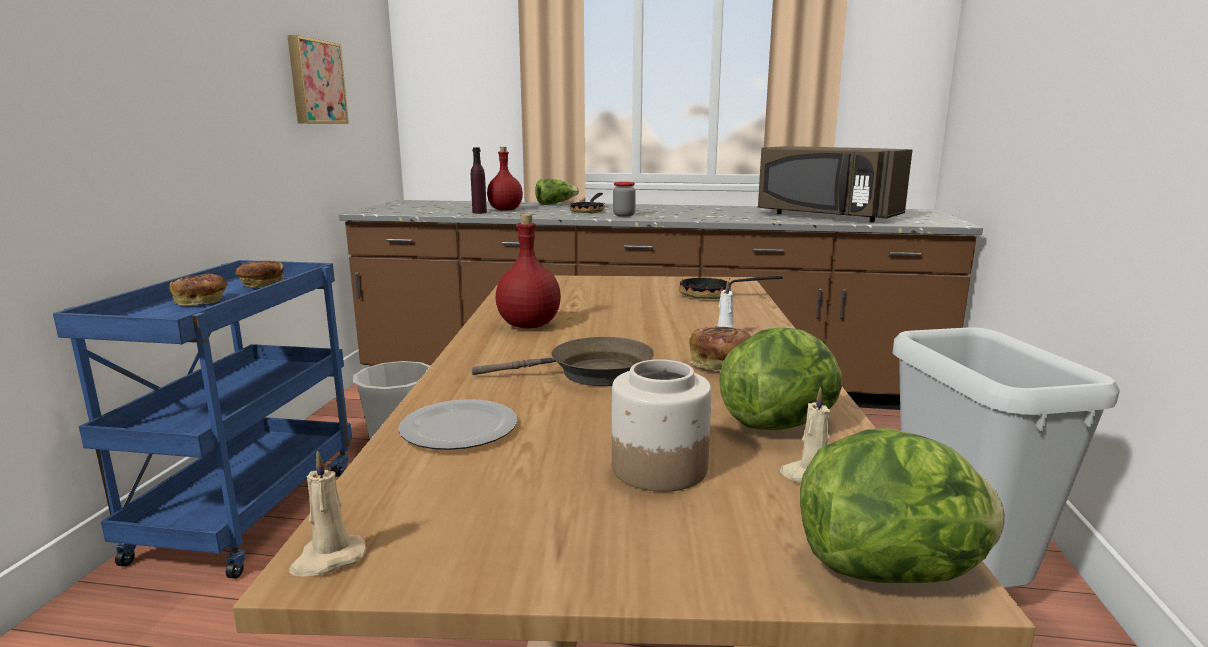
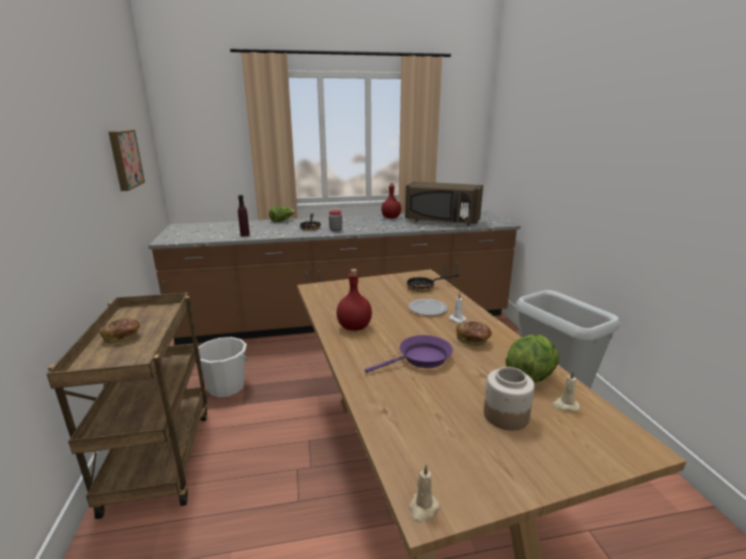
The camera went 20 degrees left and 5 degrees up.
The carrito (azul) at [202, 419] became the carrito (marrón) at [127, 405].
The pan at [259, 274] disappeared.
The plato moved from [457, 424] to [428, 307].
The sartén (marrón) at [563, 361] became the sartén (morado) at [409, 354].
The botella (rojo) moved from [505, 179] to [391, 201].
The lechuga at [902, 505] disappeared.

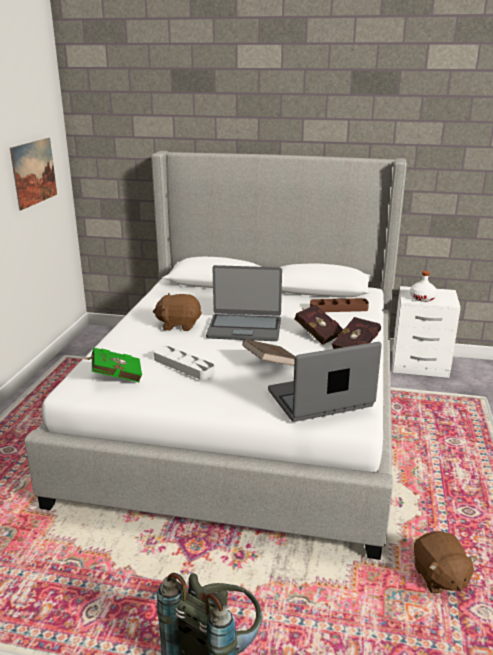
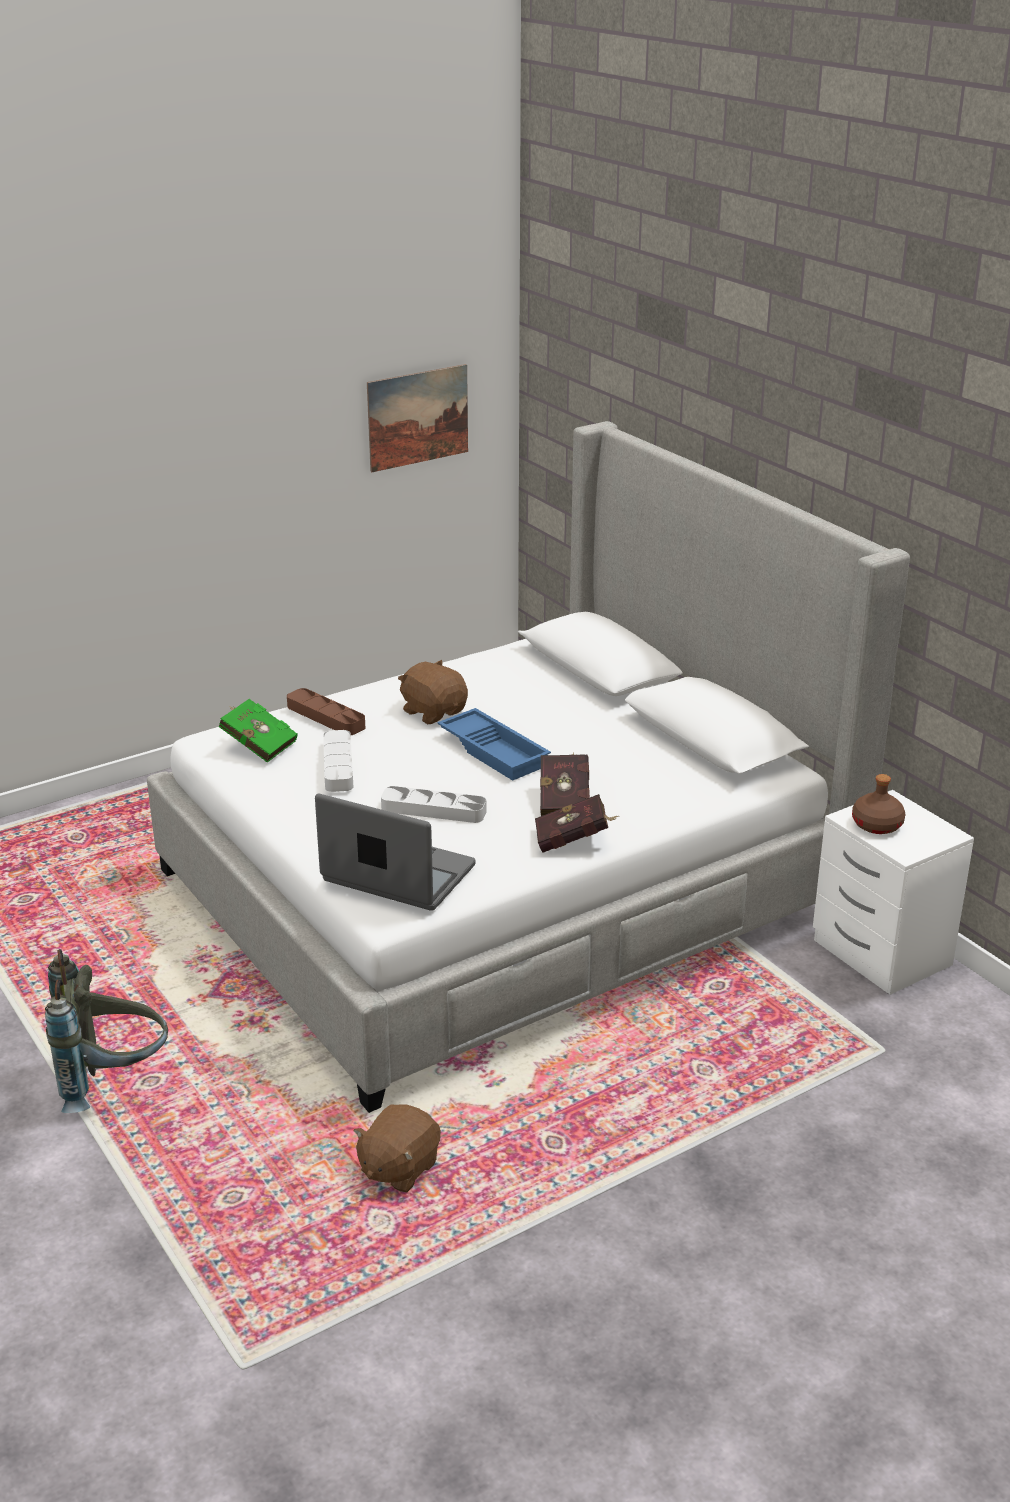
The camera went 45 degrees right and 5 degrees up.
The portátil at [244, 303] was replaced by the bandeja (azul) at [494, 744].
The libro (marrón) at [268, 352] was replaced by the bandeja (gris) at [434, 804].
The bandeja (marrón) moved from [339, 305] to [326, 711].
The botella (blanco) at [423, 286] became the botella (marrón) at [878, 804].

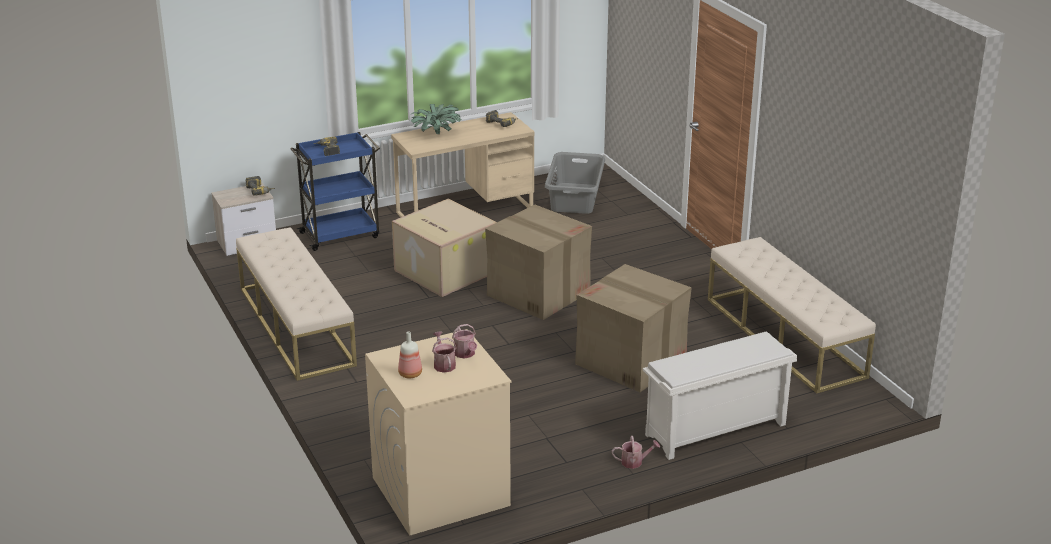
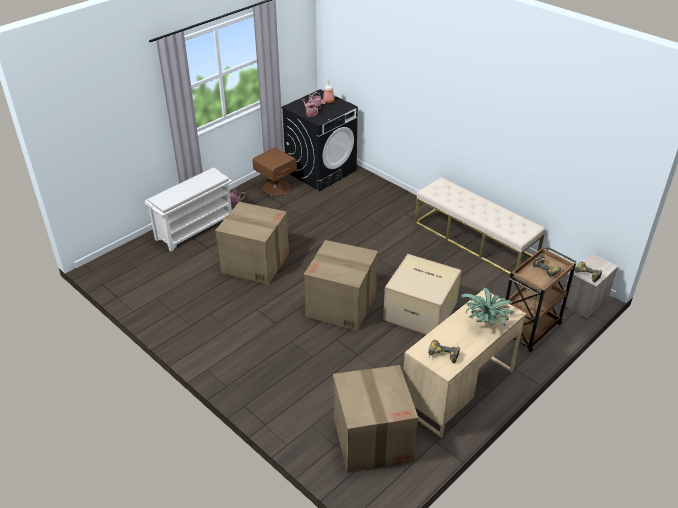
The camera went 160 degrees right and 10 degrees up.
The carrito (azul) at [335, 191] became the carrito (marrón) at [540, 299].
The lavadora (beis) at [438, 432] became the lavadora (negro) at [319, 140].
The cesto de la ropa (gris) at [575, 183] was replaced by the caja de cartón at [376, 419].
The banco (beis) at [792, 315] disappeared.
The mesita de noche (marrón) at [274, 172] appeared.

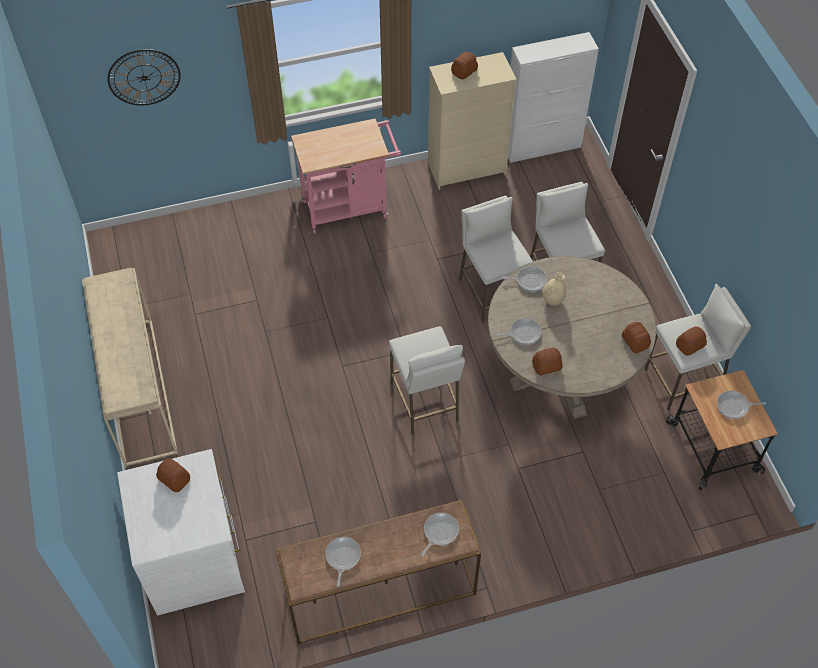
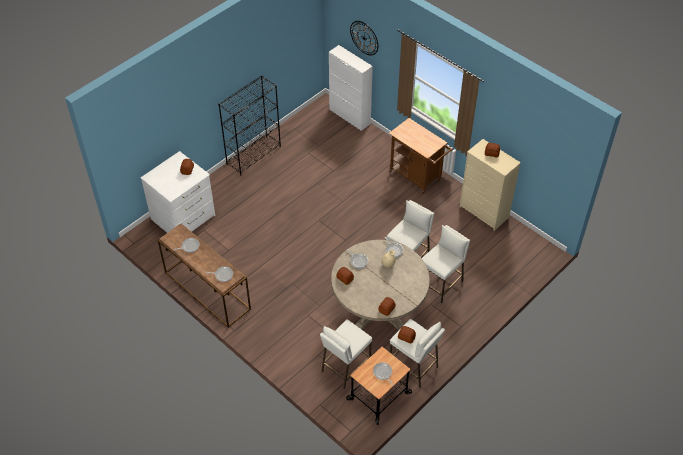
The camera went 60 degrees right and 5 degrees down.
The mesa consola (beis) at [130, 367] was replaced by the estantería (negro) at [249, 125].
The carrito (rosa) at [346, 176] became the carrito (marrón) at [421, 156].
The taburete (blanco) moved from [427, 380] to [346, 354].
The armario (blanco) moved from [553, 97] to [351, 88].

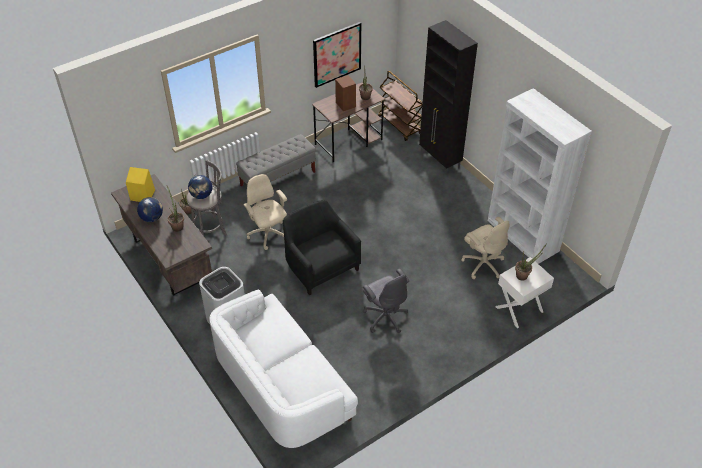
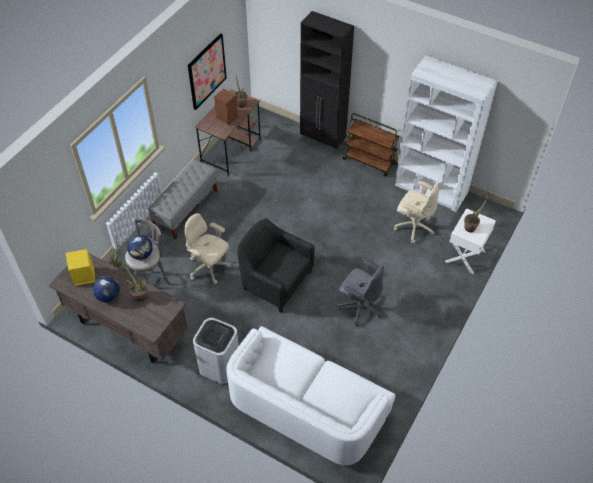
The camera went 25 degrees left and 5 degrees up.
The carrito (marrón) moved from [400, 106] to [371, 145].

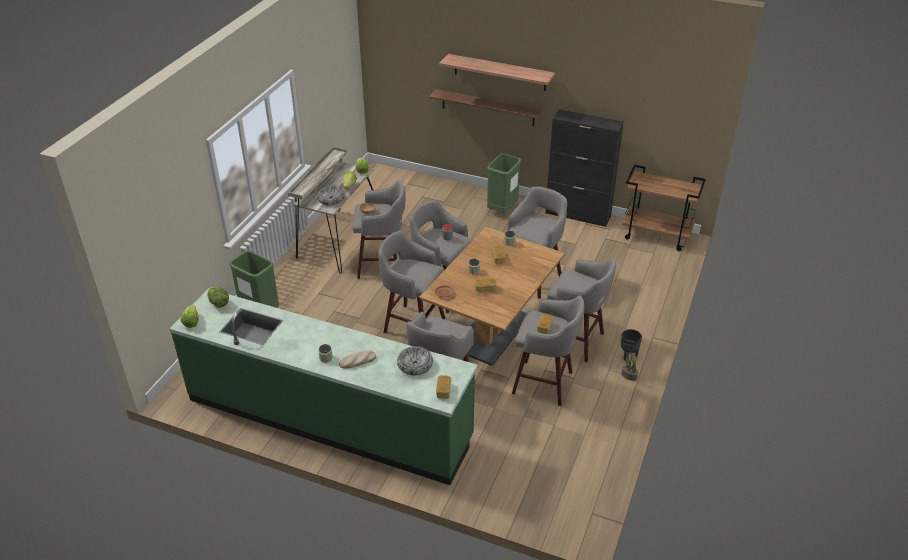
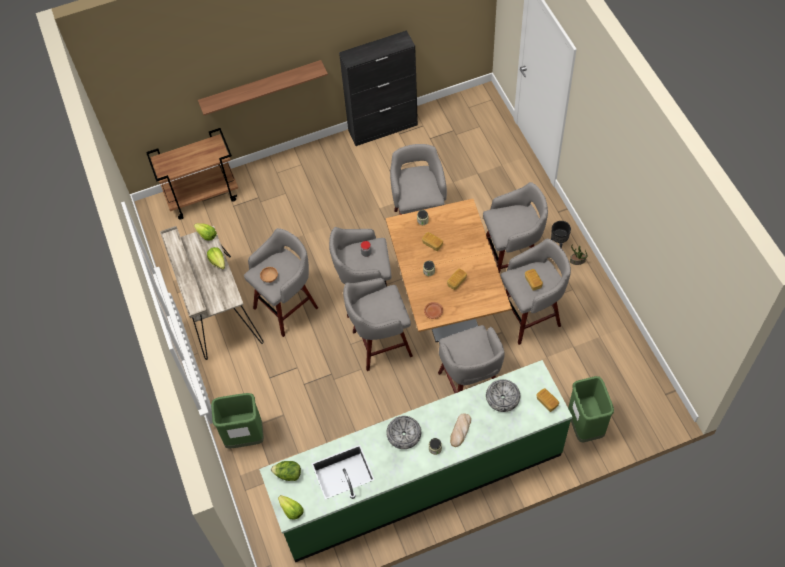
The camera went 40 degrees left and 20 degrees up.
The cuenco moved from [331, 195] to [403, 432].
The estante at [497, 72] disappeared.
The papelera (verde) moved from [504, 183] to [591, 409].
The carrito (marrón) moved from [664, 208] to [192, 174].

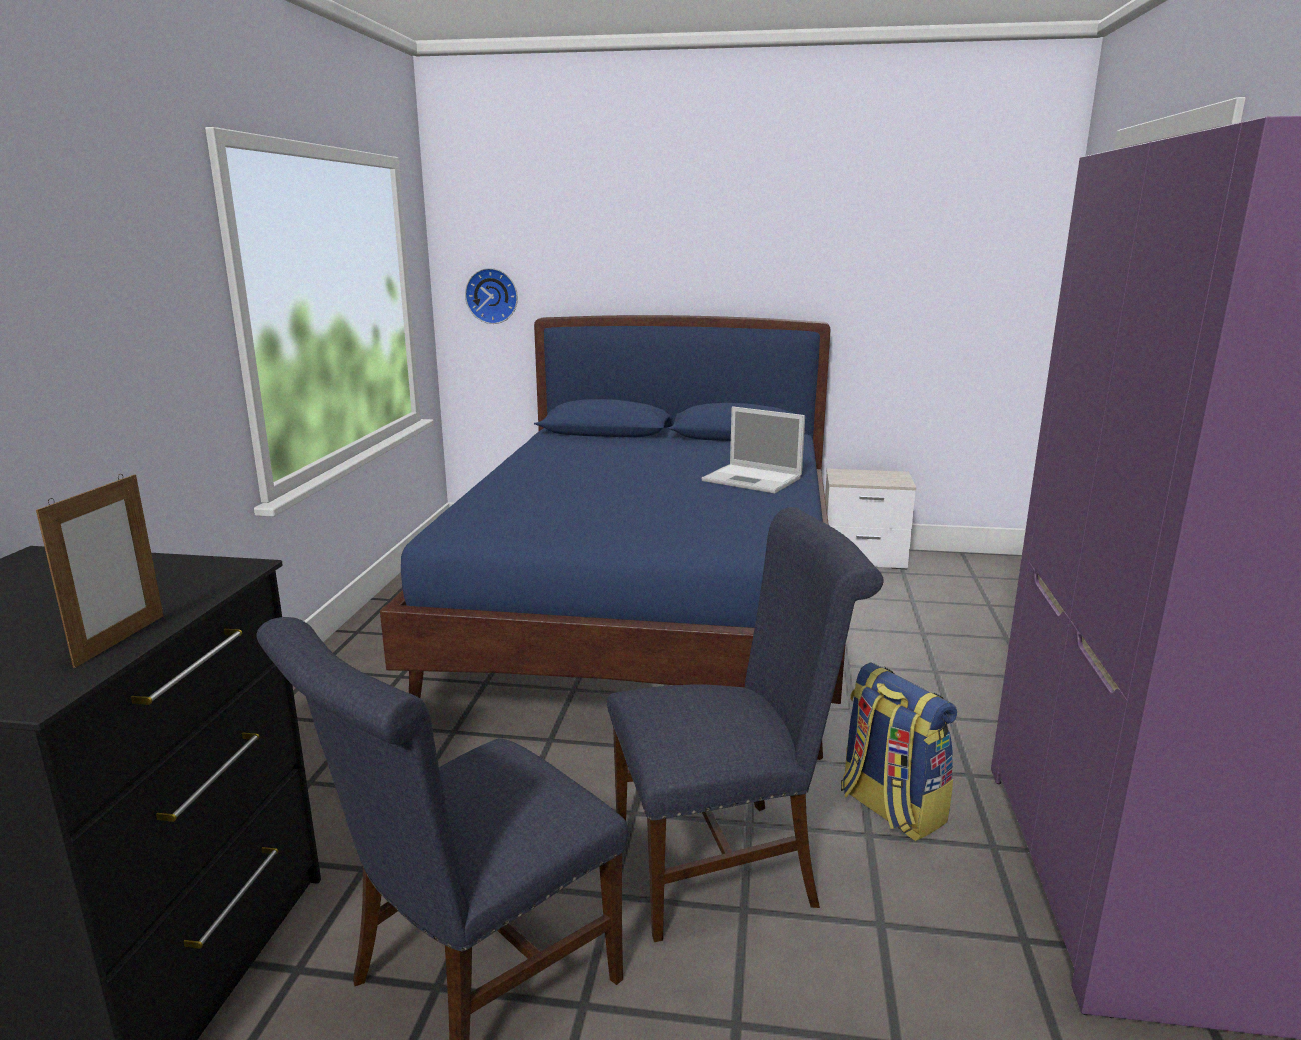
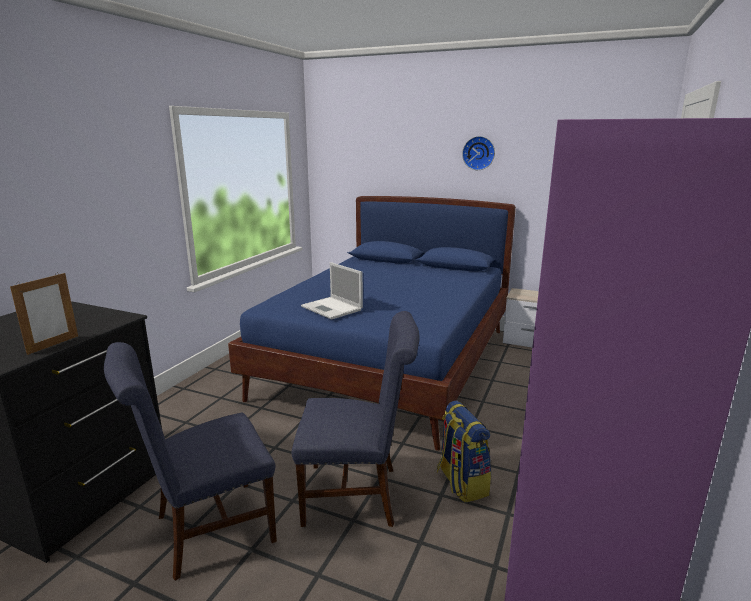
The camera went 15 degrees right and 0 degrees up.
The reloj de pared moved from [491, 296] to [478, 153].
The portátil moved from [753, 450] to [332, 291].

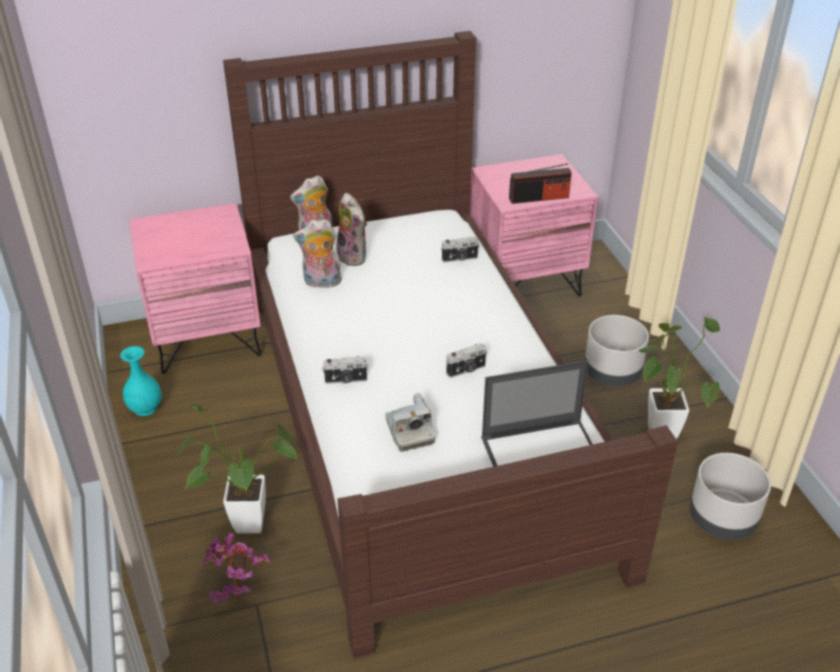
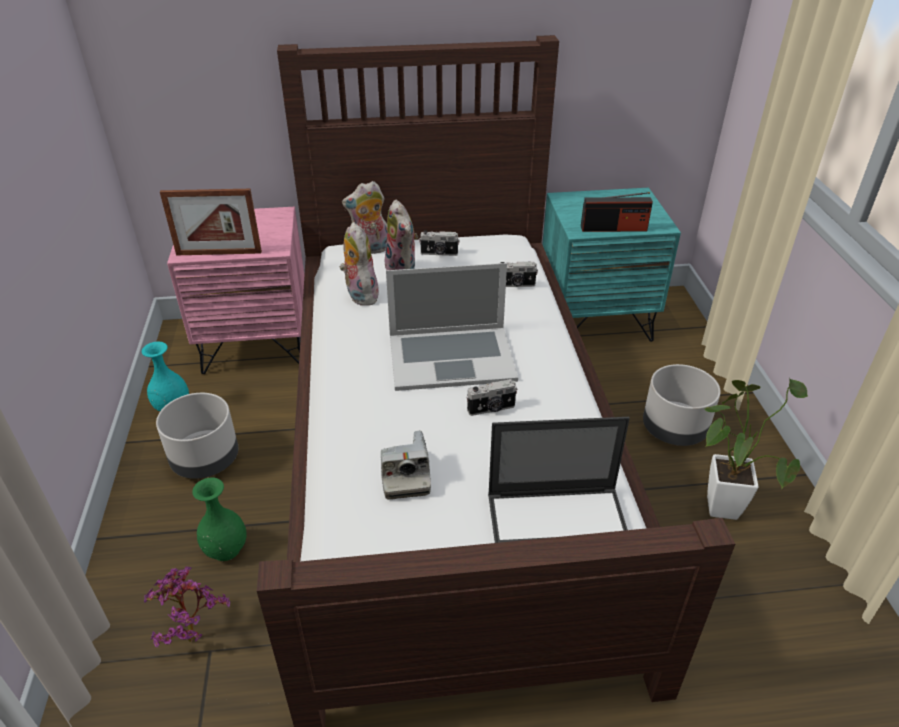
The camera went 10 degrees right and 0 degrees up.
The planta en maceta at [236, 468] was replaced by the florero (verde) at [219, 519].
The peluche at [318, 253] turned 60 degrees clockwise.
The cámara moved from [345, 370] to [439, 243].
The mesita de noche (rosa) at [534, 225] became the mesita de noche (turquesa) at [611, 265].
The maceta (gris) moved from [730, 496] to [197, 436].
The portarretratos at [211, 222] appeared.
The portátil at [452, 327] appeared.

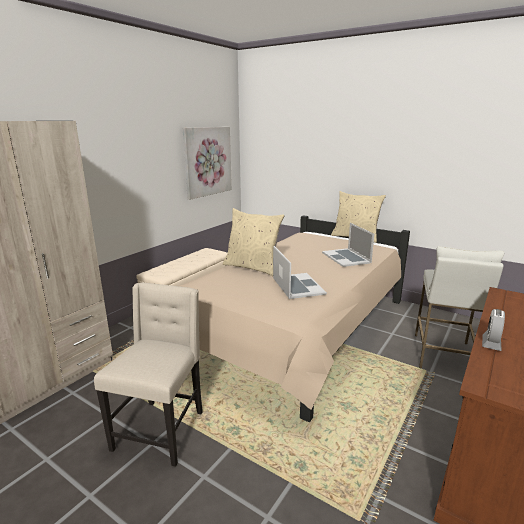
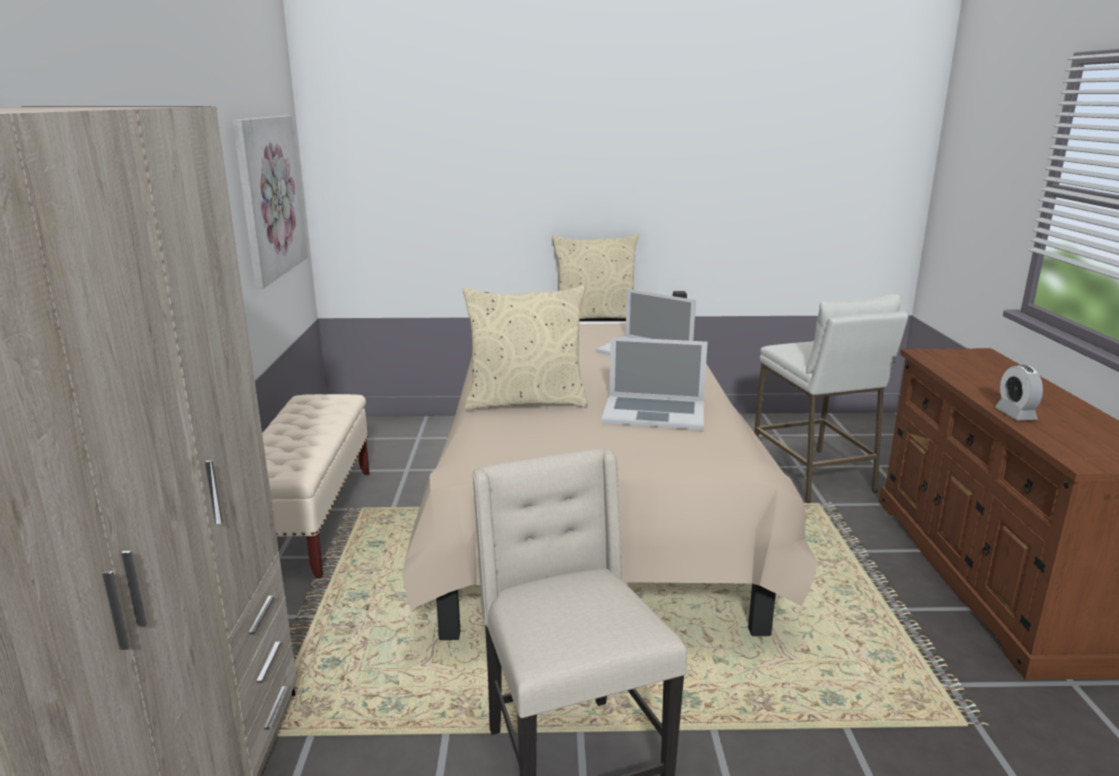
The camera went 35 degrees left and 0 degrees up.
The portátil at [300, 272] turned 150 degrees clockwise.

